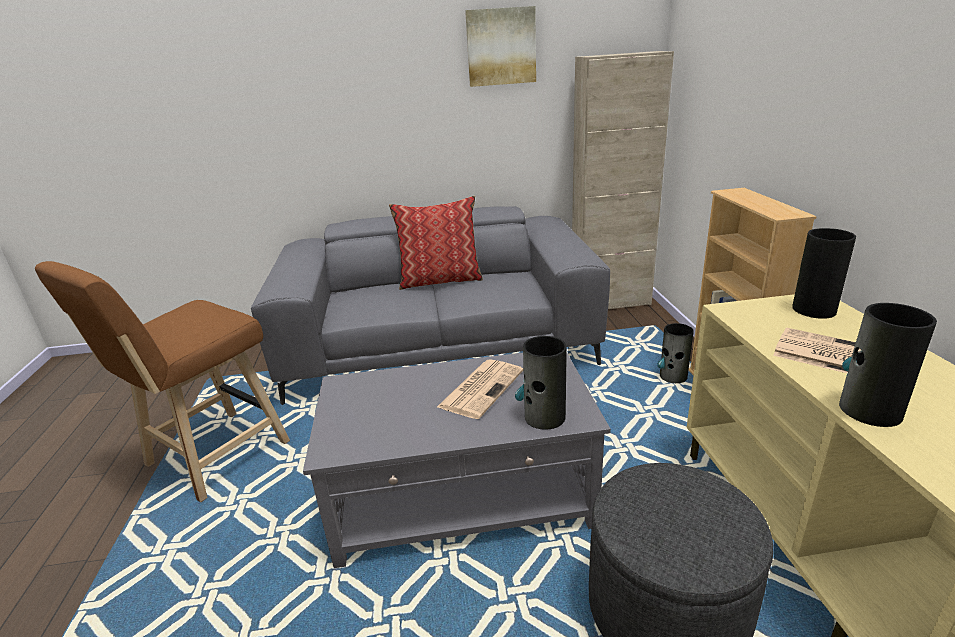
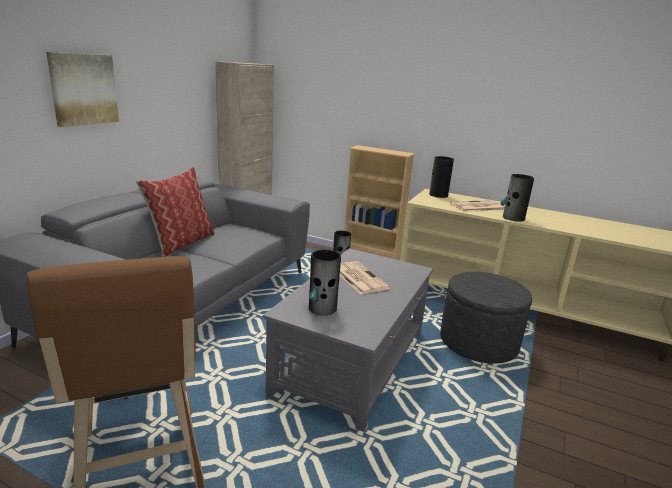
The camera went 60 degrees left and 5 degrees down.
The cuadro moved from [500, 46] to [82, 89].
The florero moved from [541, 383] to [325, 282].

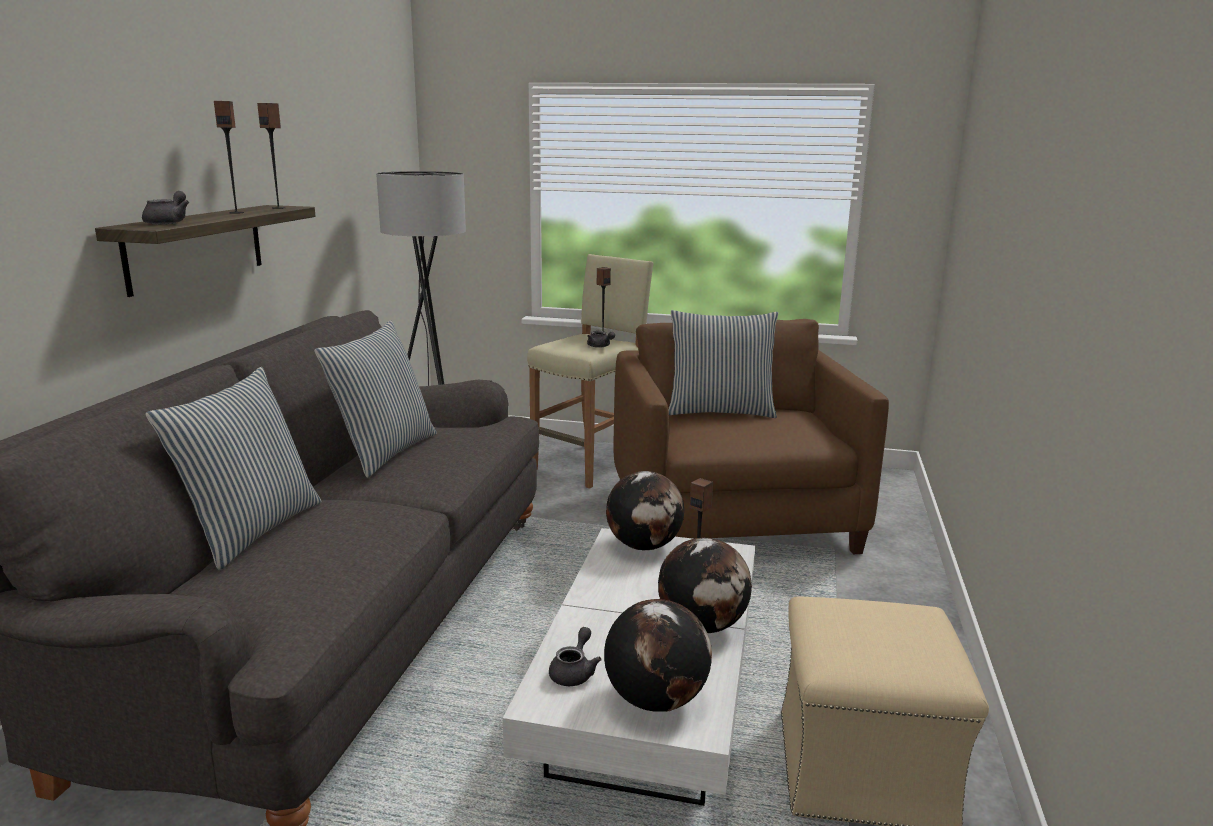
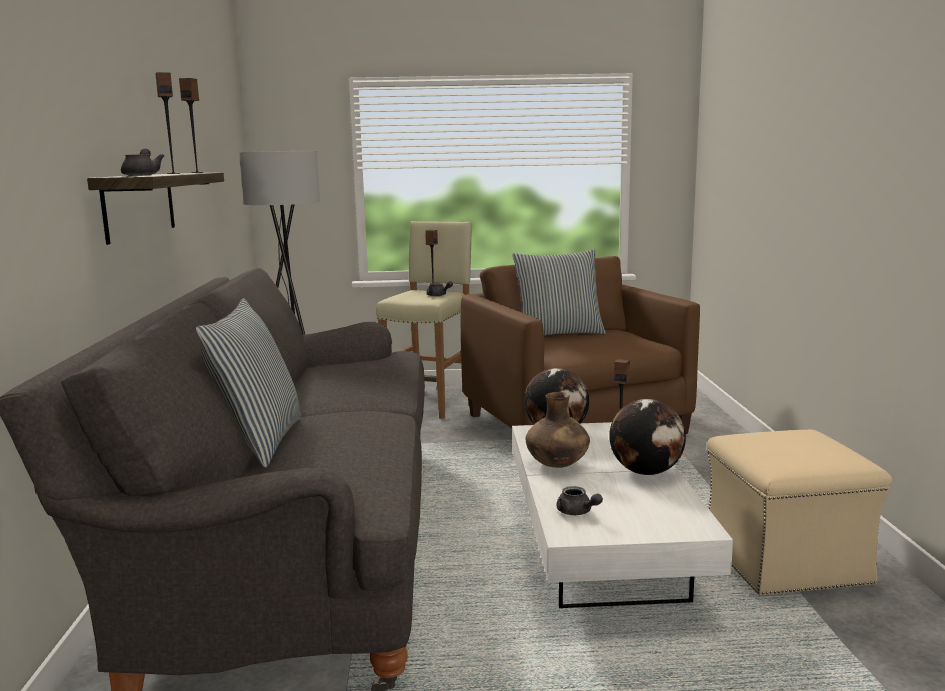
The camera went 15 degrees left and 5 degrees down.
The cojín at [375, 399] disappeared.
The tetera (gris) at [575, 656] turned 135 degrees clockwise.
The globo terráqueo at [658, 655] disappeared.
The florero (marrón) at [558, 430] appeared.

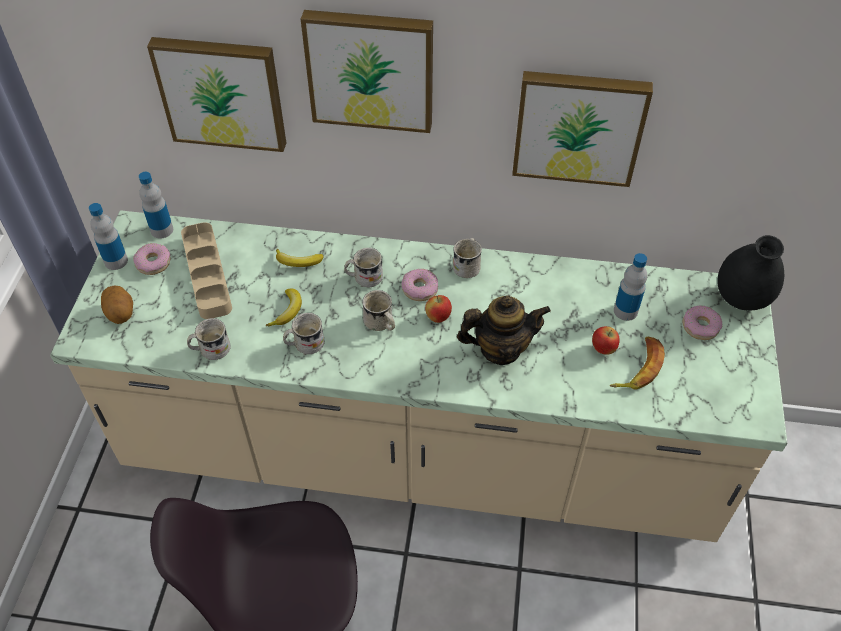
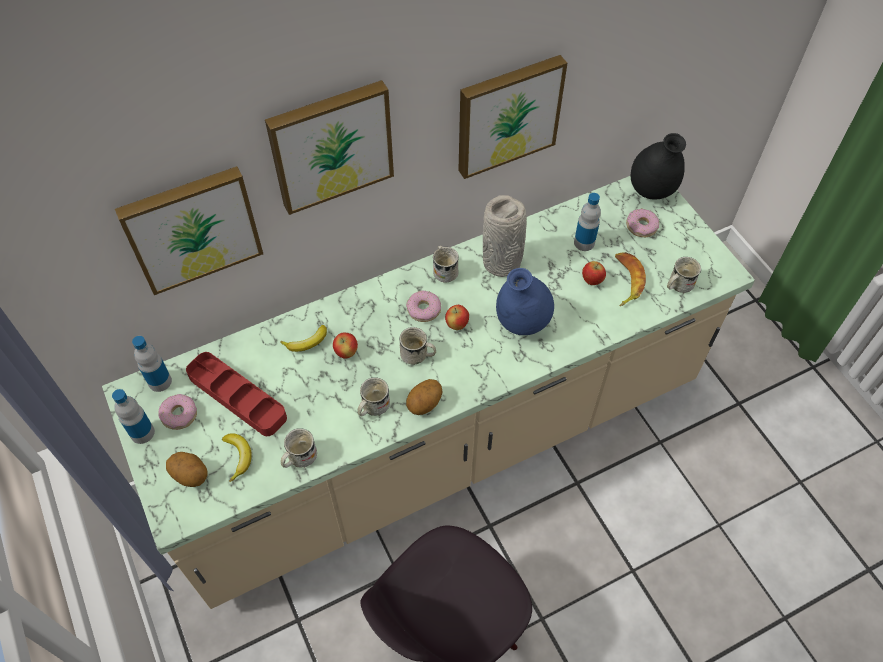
The camera went 35 degrees left and 5 degrees up.
The bandeja (beis) at [206, 270] became the bandeja (rojo) at [236, 394].
The plátano moved from [284, 307] to [237, 457].
The taza grande (blanco) moved from [363, 267] to [684, 275].
The tetera at [504, 330] was replaced by the florero (azul) at [525, 301].
The manzana at [345, 346] appeared.
The patata at [424, 397] appeared.
The florero (gris) at [505, 236] appeared.

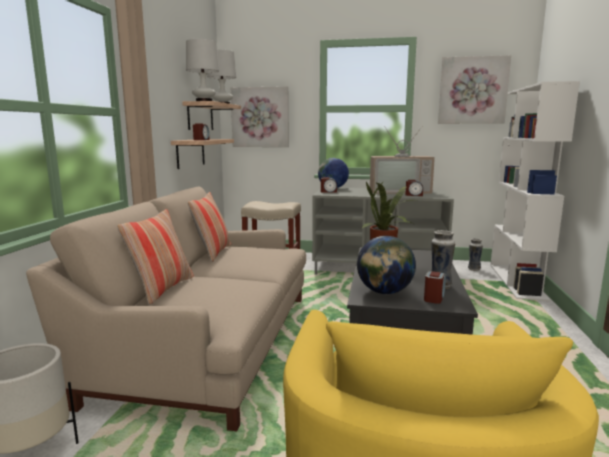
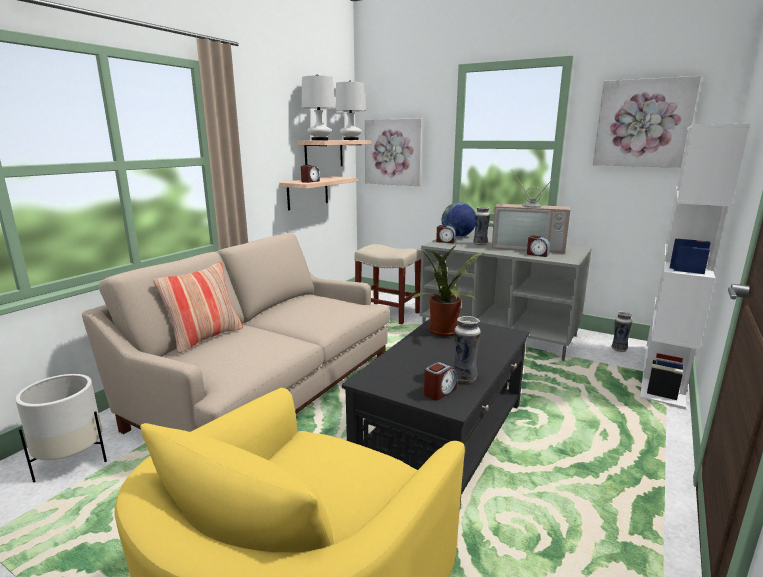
The camera went 20 degrees right and 5 degrees up.
The cojín at [209, 227] disappeared.
The globo terráqueo at [386, 265] disappeared.
The florero at [481, 226] appeared.

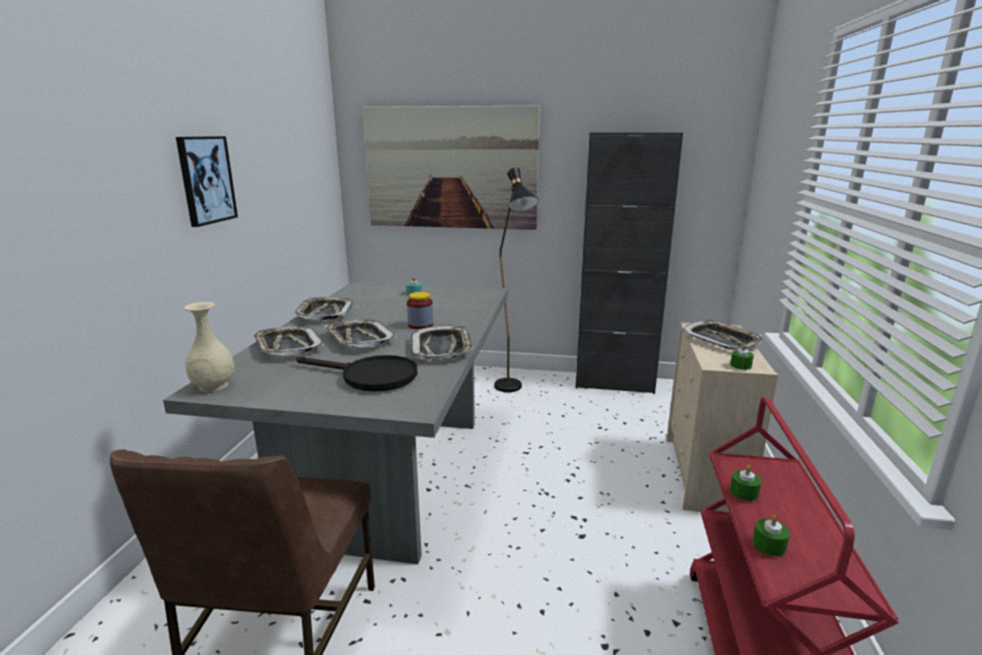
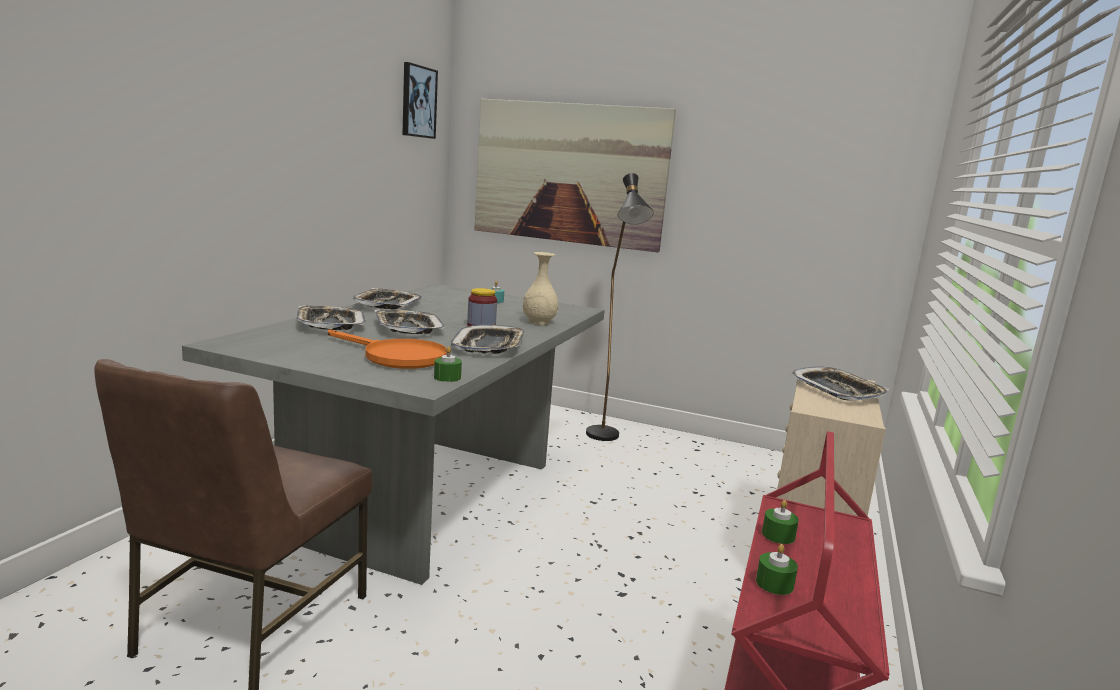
The camera went 10 degrees right and 5 degrees down.
The cuadro moved from [207, 181] to [420, 100].
The florero (beis) moved from [209, 347] to [540, 288].
The sartén (negro) at [357, 373] became the sartén (naranja) at [387, 349].
The armario (negro) at [629, 263] disappeared.
The vela (verde) moved from [742, 357] to [448, 364].

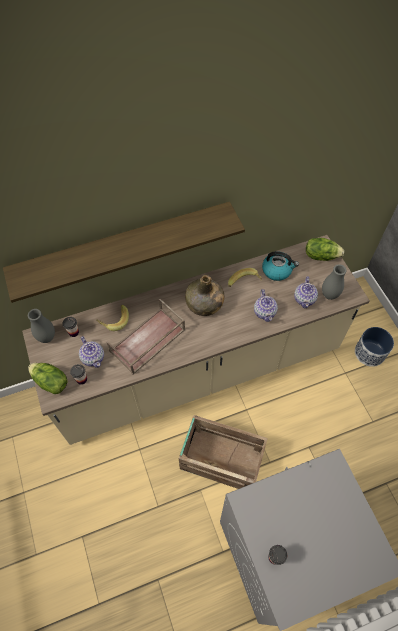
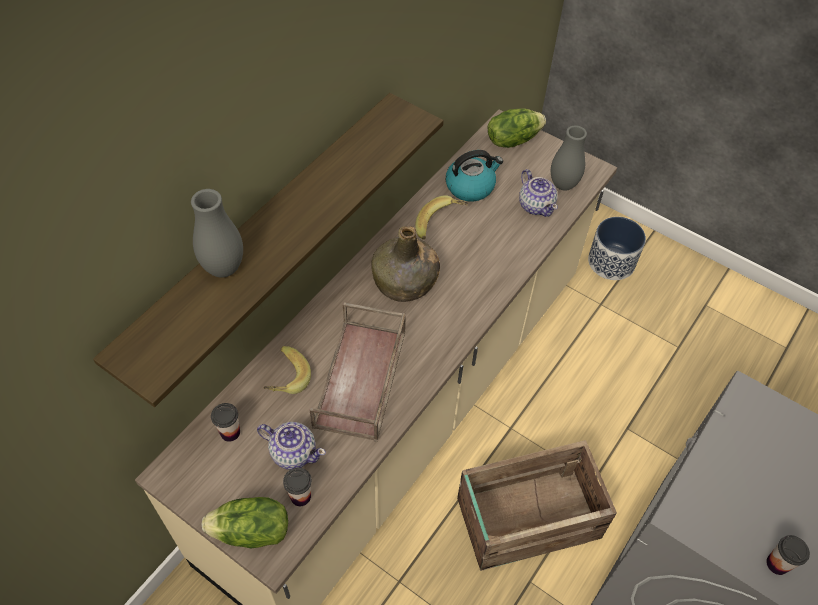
The camera went 35 degrees left and 5 degrees down.
The florero (gris) moved from [41, 326] to [217, 233].
The tetera at [266, 305] disappeared.

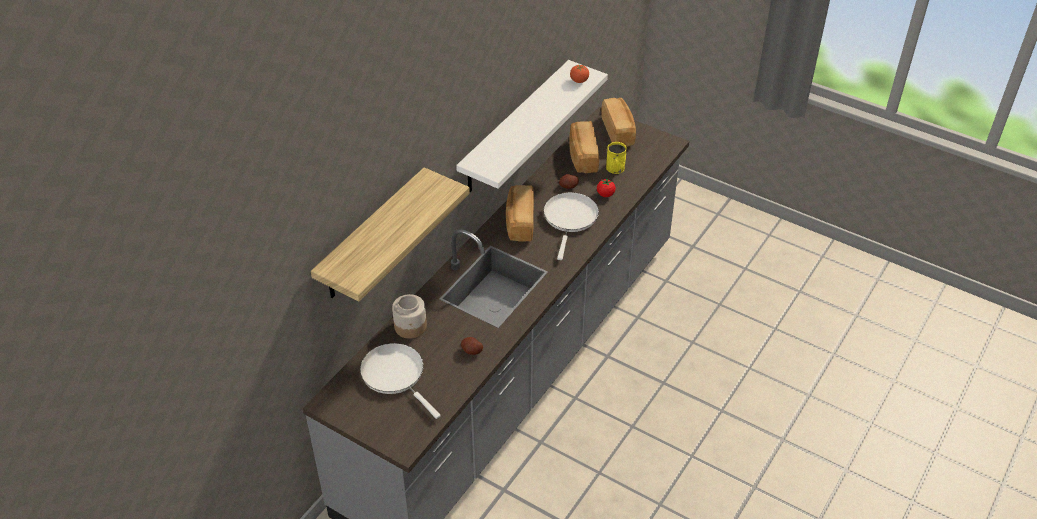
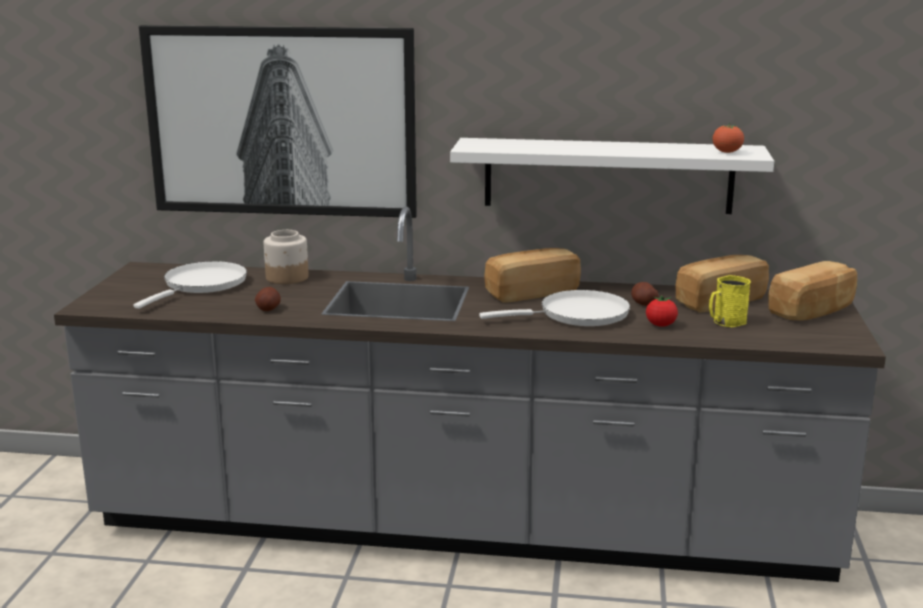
The camera went 65 degrees right and 25 degrees down.
The estante at [390, 234] was replaced by the cuadro at [278, 121].

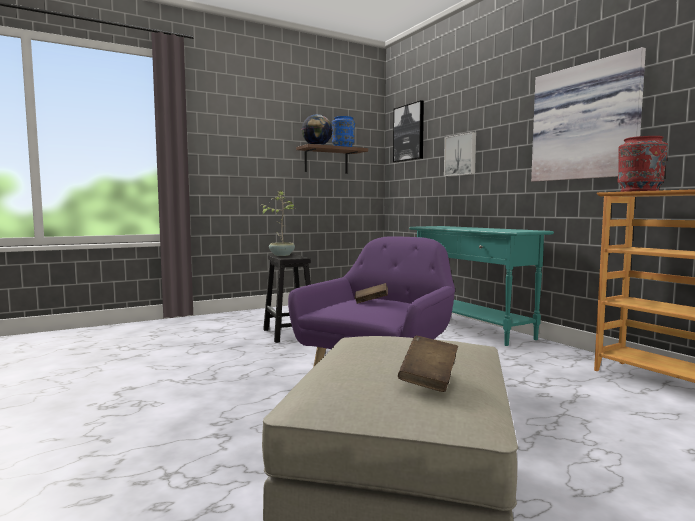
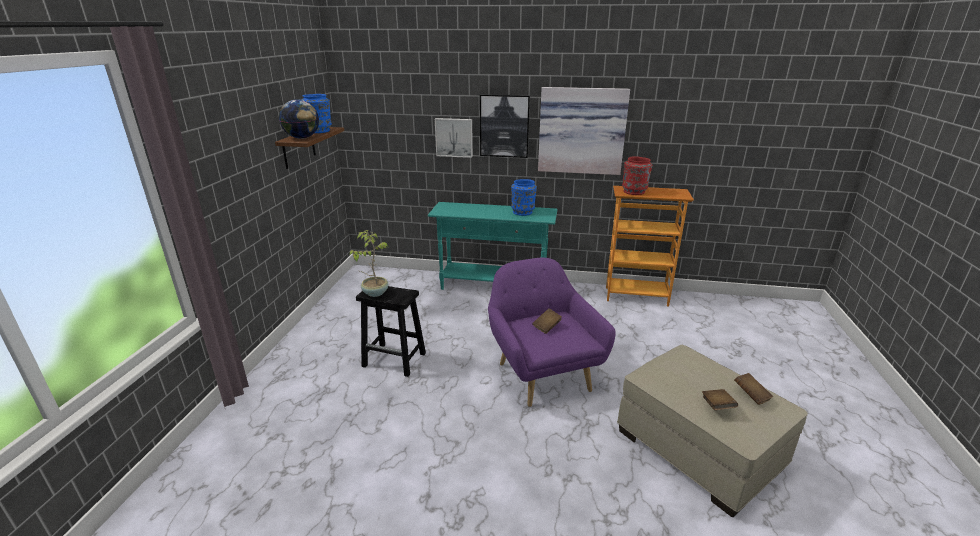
The camera went 50 degrees left and 20 degrees up.
The cuadro moved from [408, 131] to [505, 126].
The florero (azul) at [524, 197] appeared.
The libro (marrón) at [720, 399] appeared.

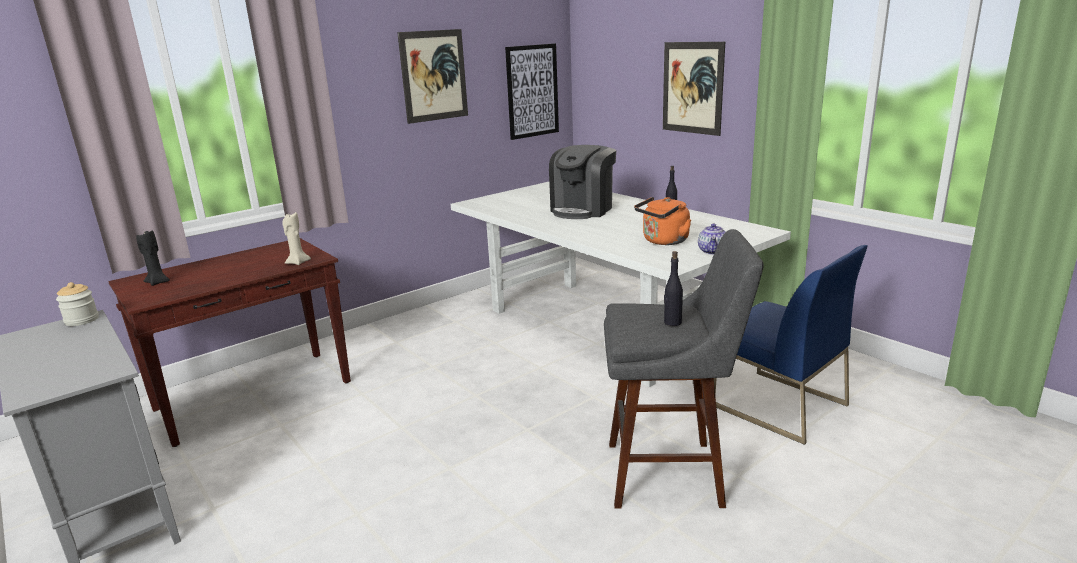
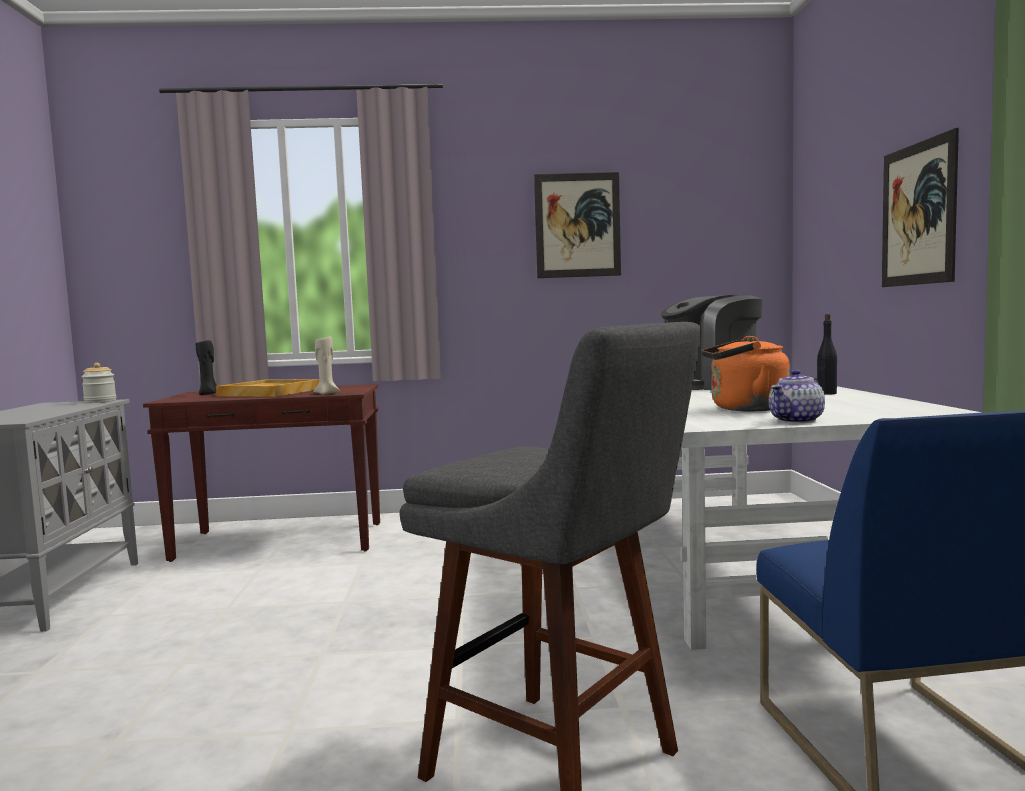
The camera went 35 degrees right and 15 degrees down.
The cuadro at [532, 91] disappeared.
The botella (negro) at [673, 288] disappeared.
The bandeja (beis) at [267, 388] appeared.

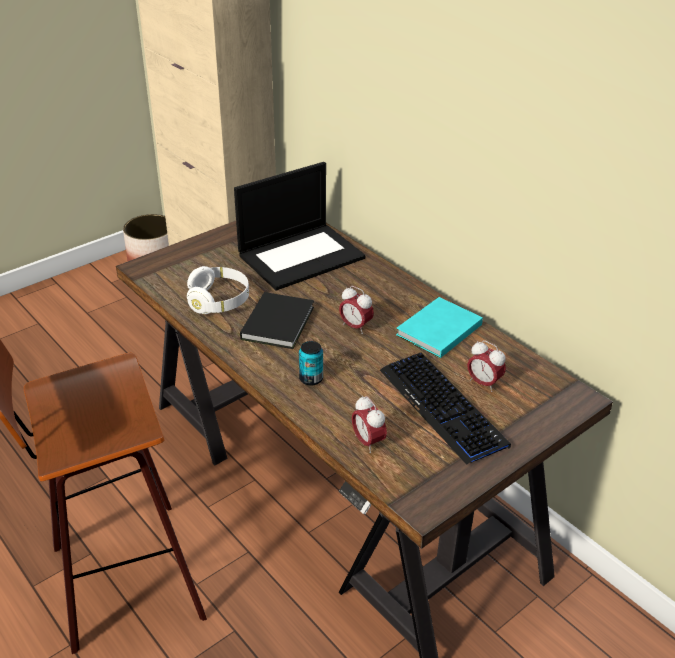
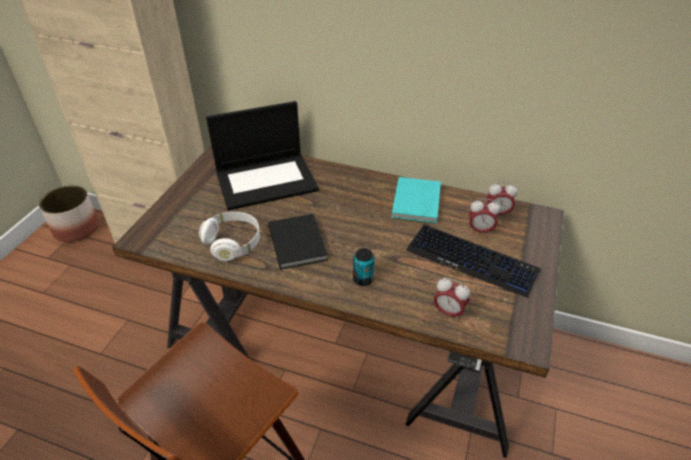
The camera went 30 degrees left and 5 degrees up.
The portátil at [300, 226] turned 45 degrees clockwise.
The despertador moved from [356, 310] to [502, 199].

